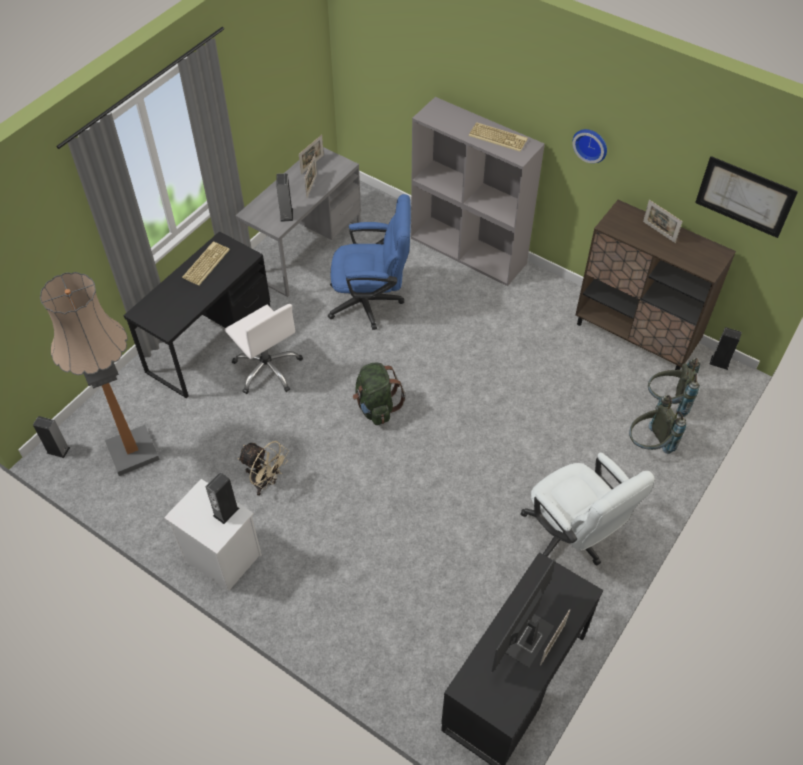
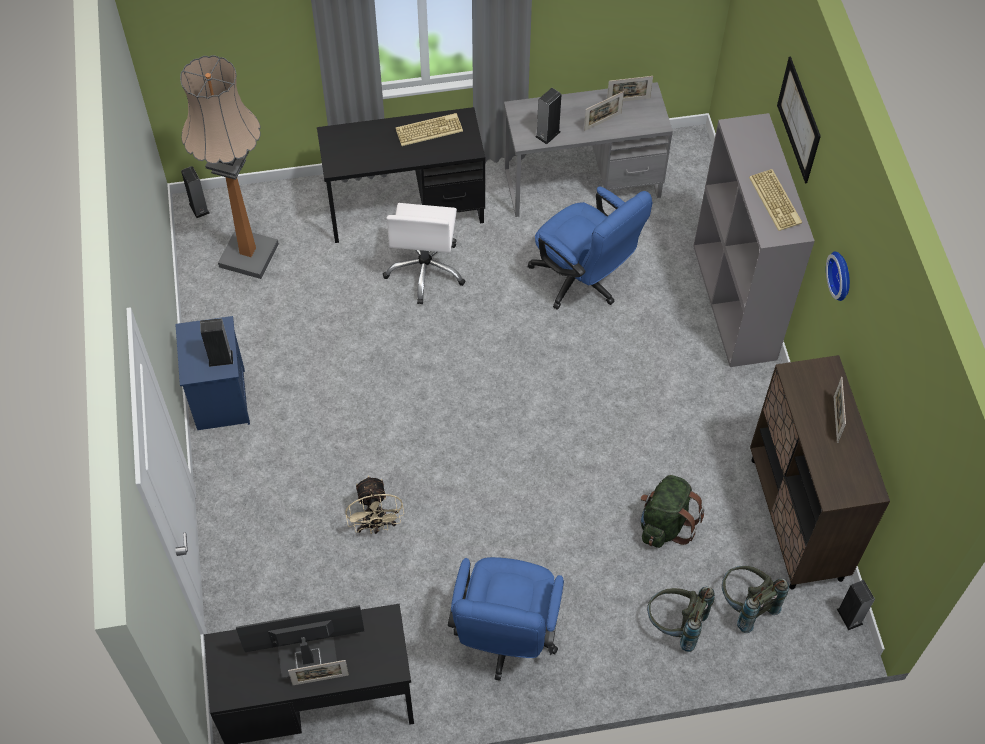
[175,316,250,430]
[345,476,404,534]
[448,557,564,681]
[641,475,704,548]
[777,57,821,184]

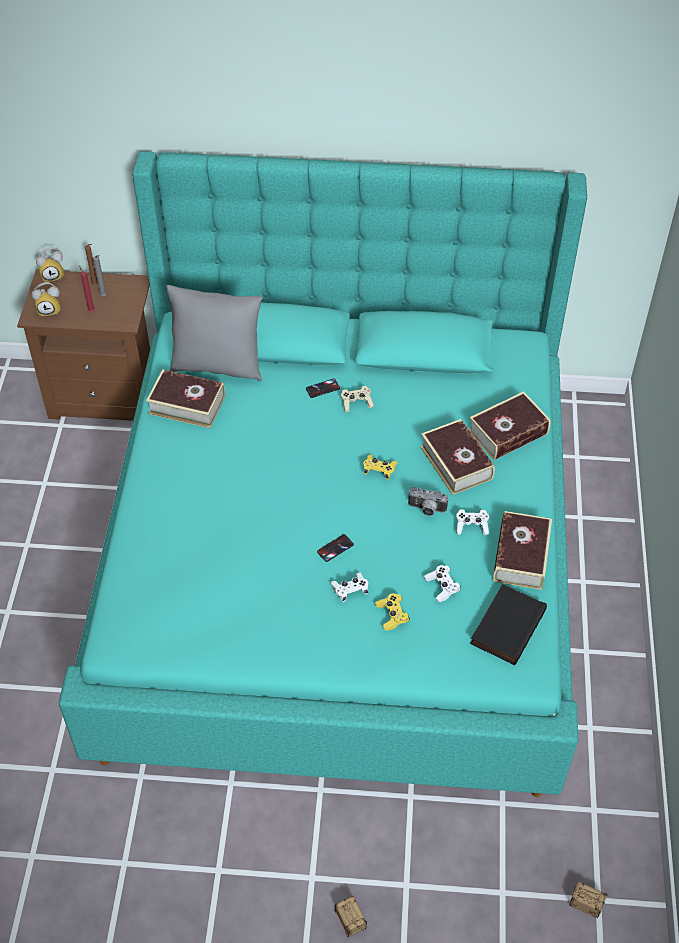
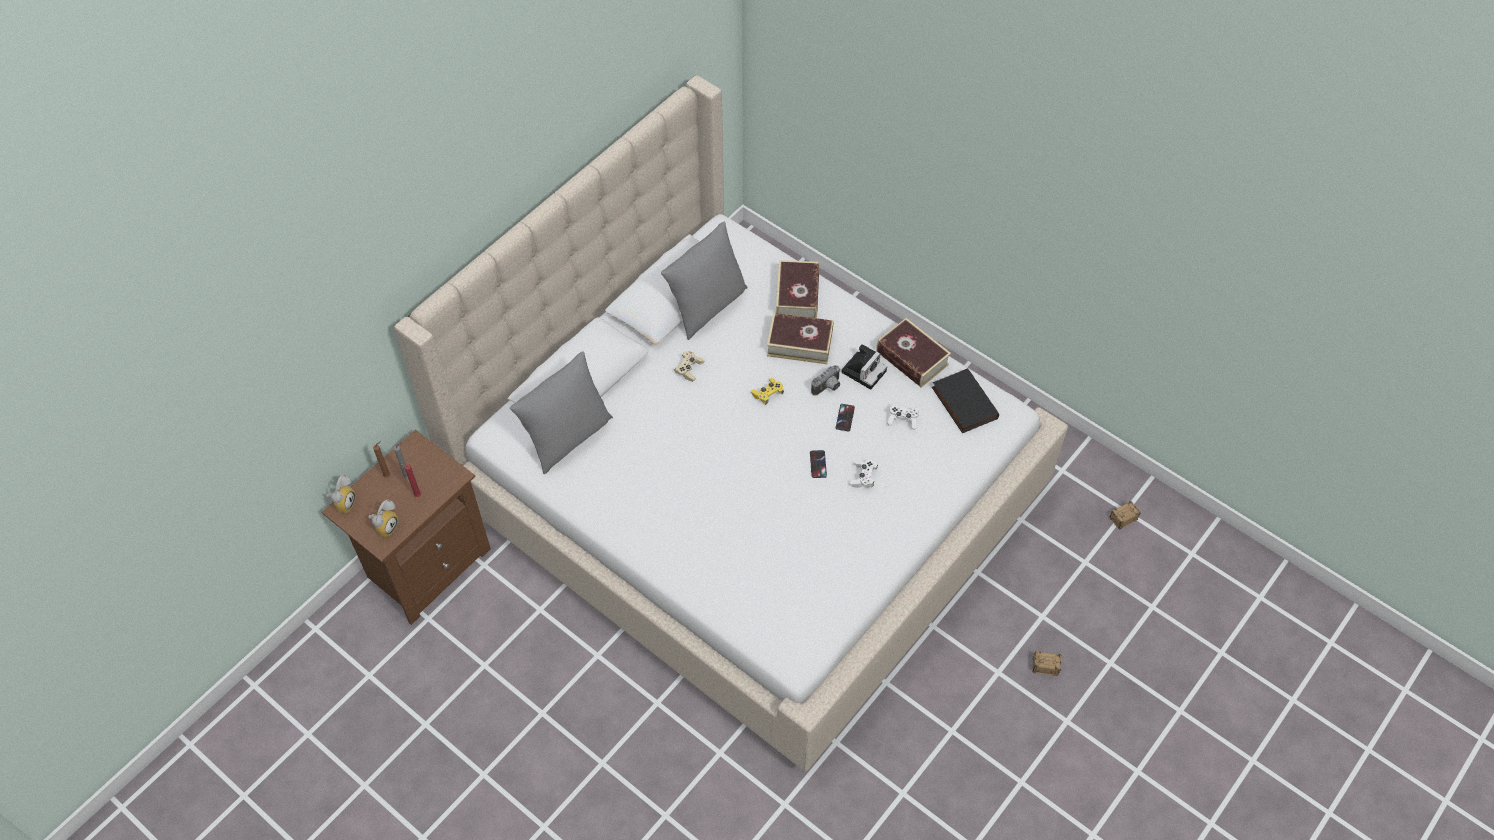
[394,75,1068,771]
[661,222,748,340]
[836,404,855,431]
[841,344,887,390]
[146,369,225,428] (first image)
[375,593,410,631] (first image)

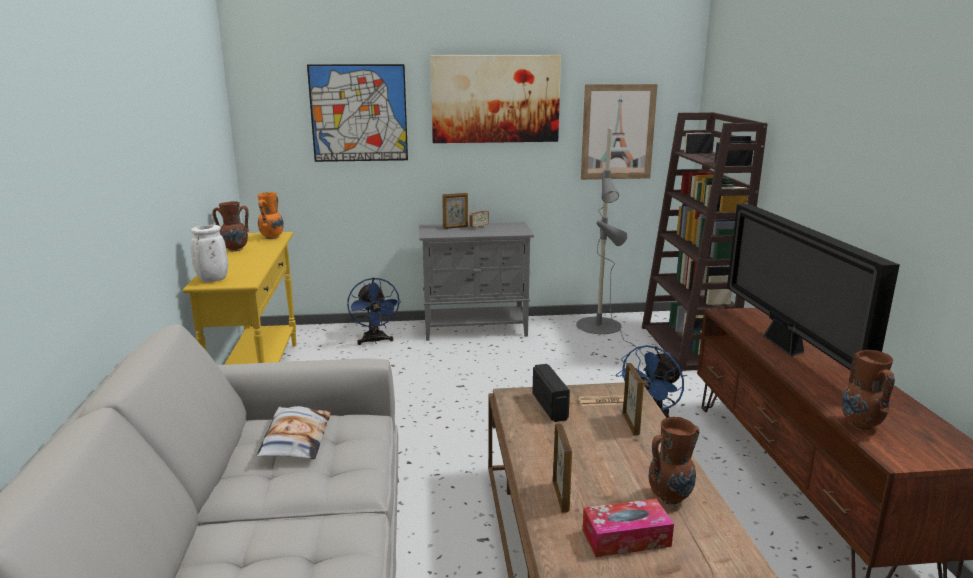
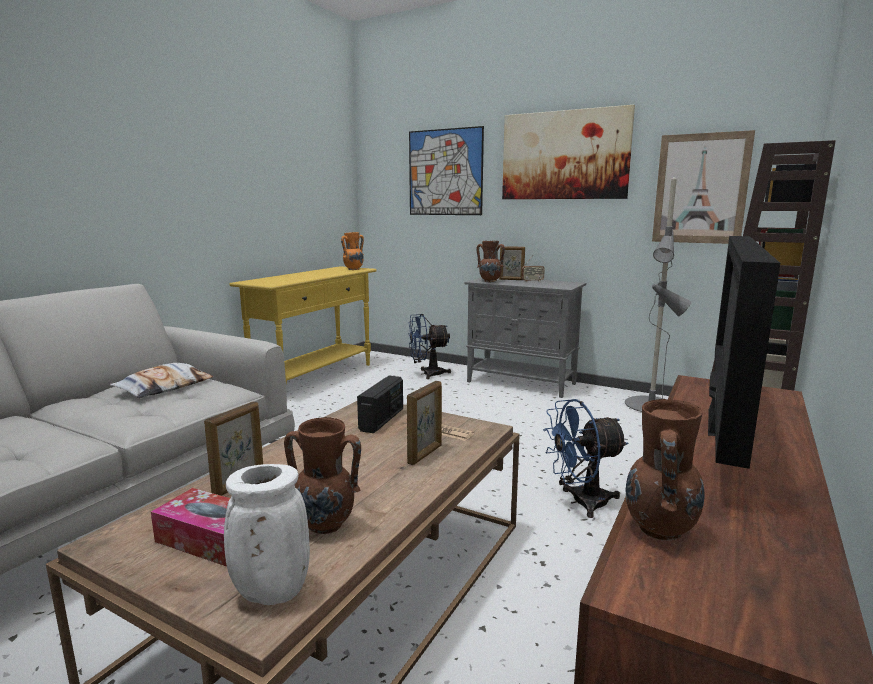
[224,464,310,605]
[408,314,451,379]
[477,241,505,282]

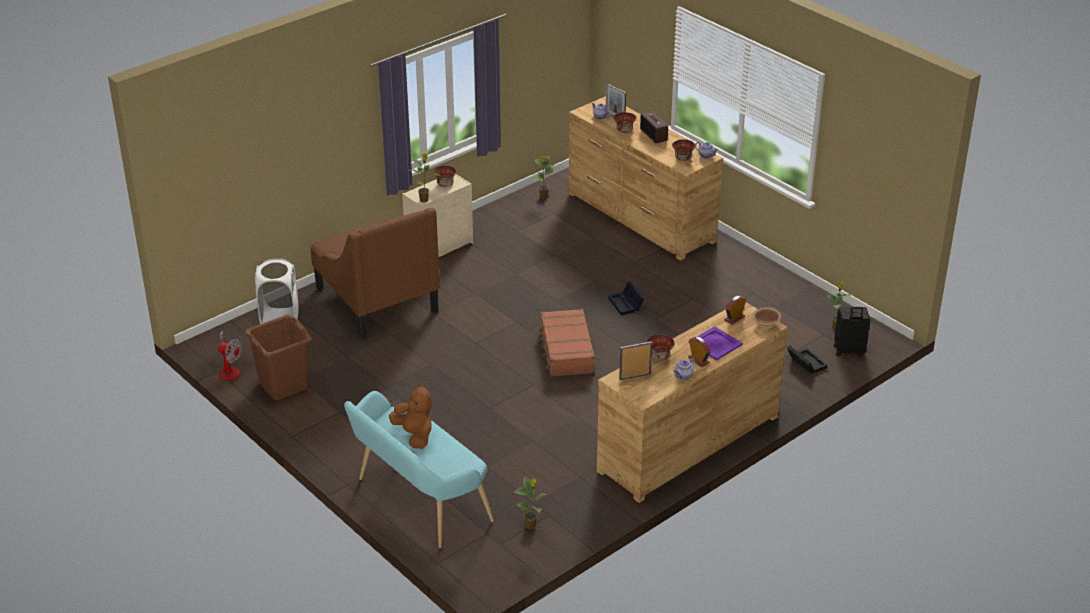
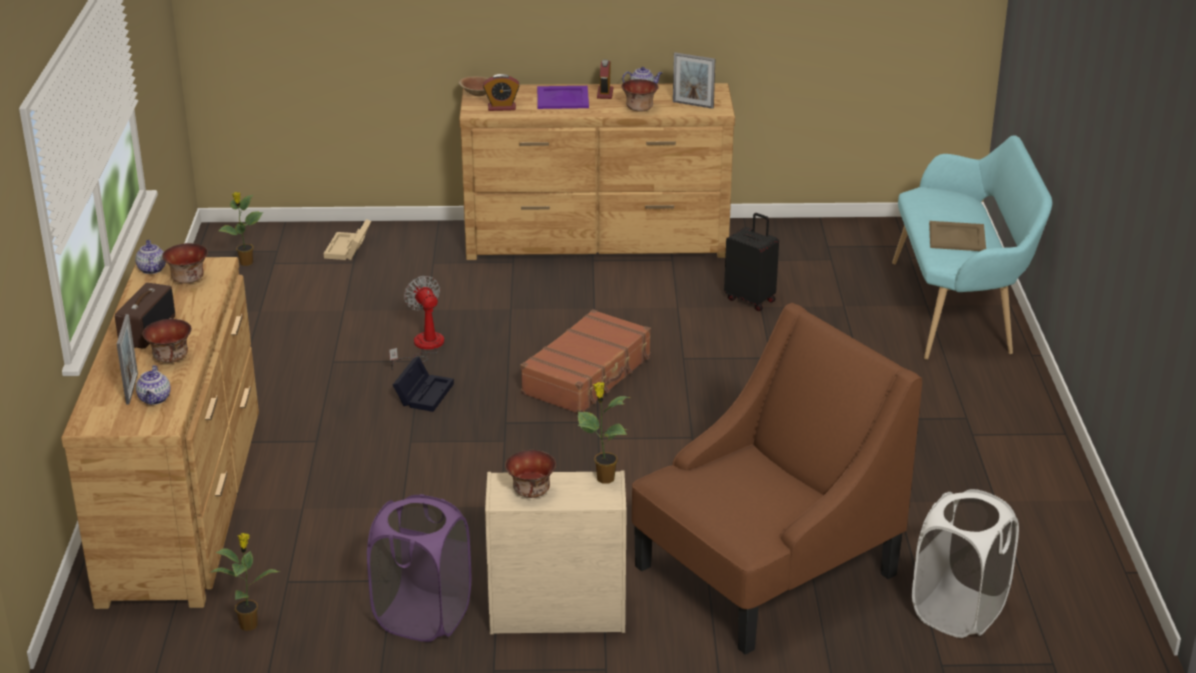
[324,219,371,260]
[367,494,471,642]
[389,276,444,370]
[632,303,922,655]
[724,213,779,311]
[929,221,986,251]
[244,315,312,400] (first image)
[514,477,547,529] (first image)

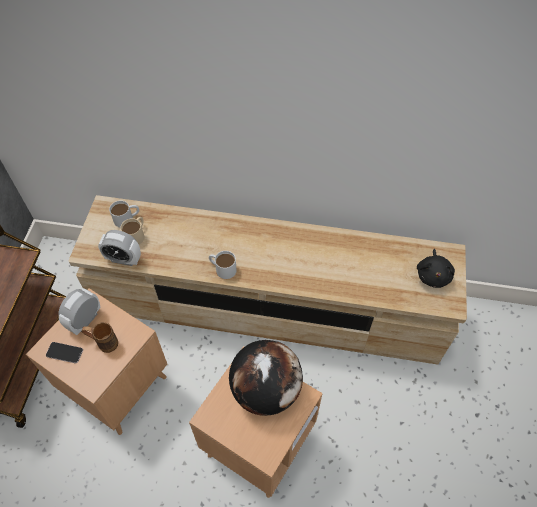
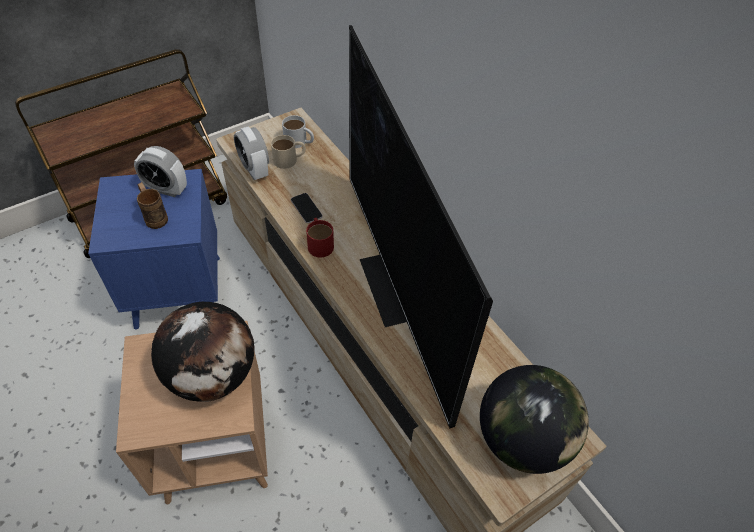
[88,169,220,330]
[134,146,187,197]
[291,193,323,223]
[306,218,334,257]
[349,25,493,428]
[480,365,589,474]

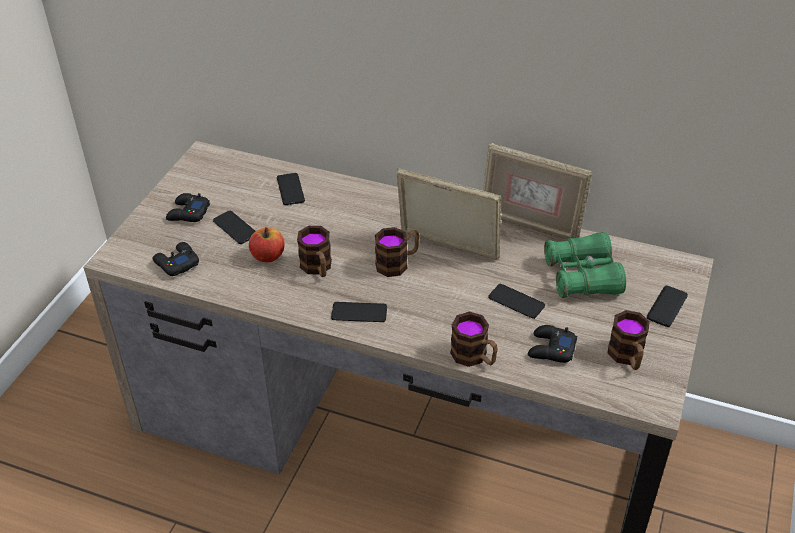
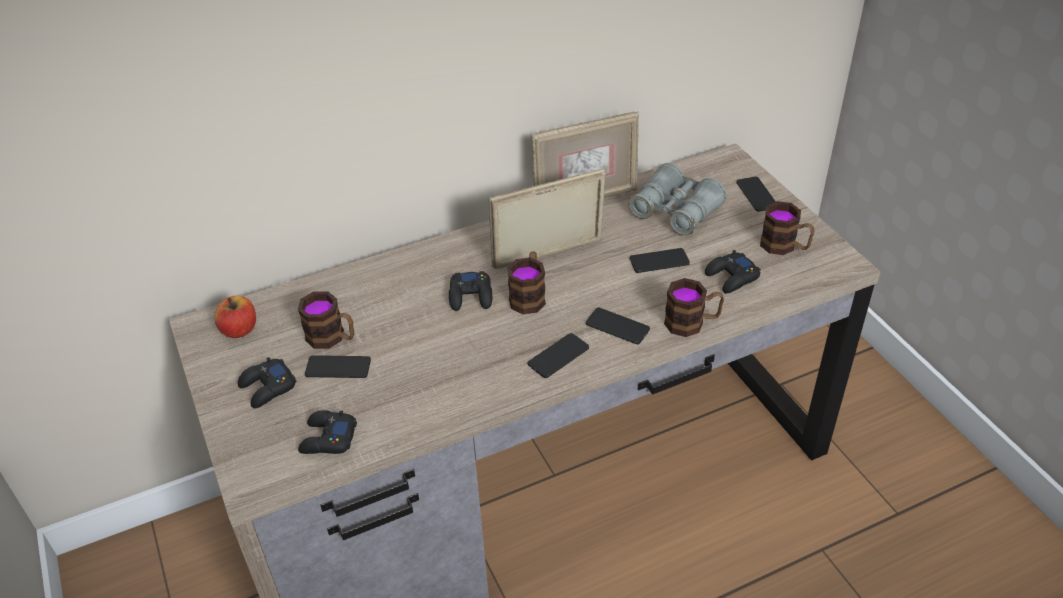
[214,295,256,338]
[298,292,354,349]
[449,271,492,311]
[586,308,650,344]
[628,163,726,236]

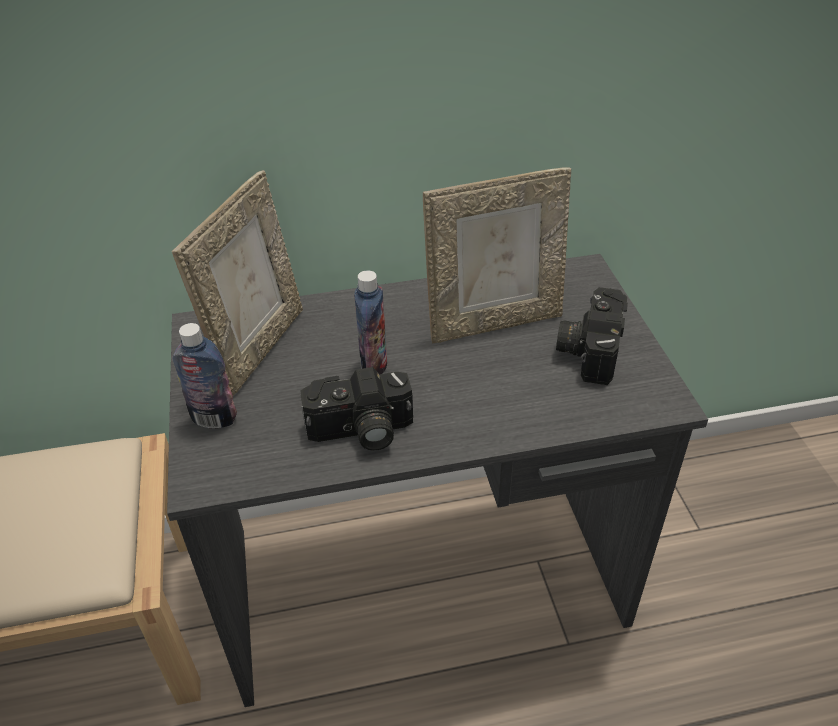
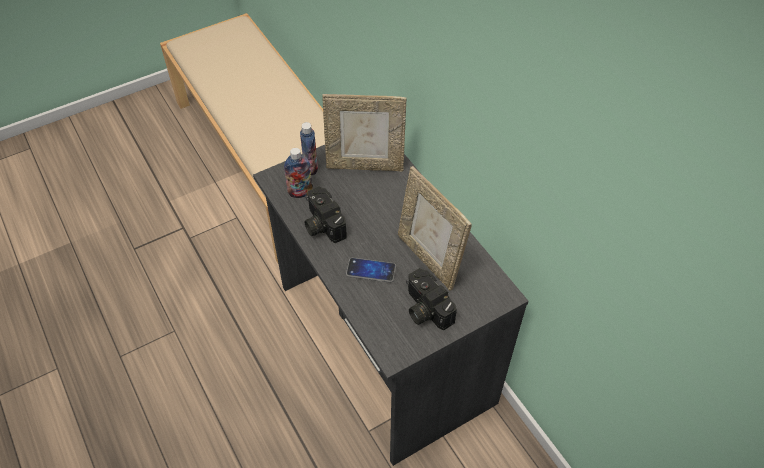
[284,148,313,198]
[346,258,396,283]
[406,268,457,331]

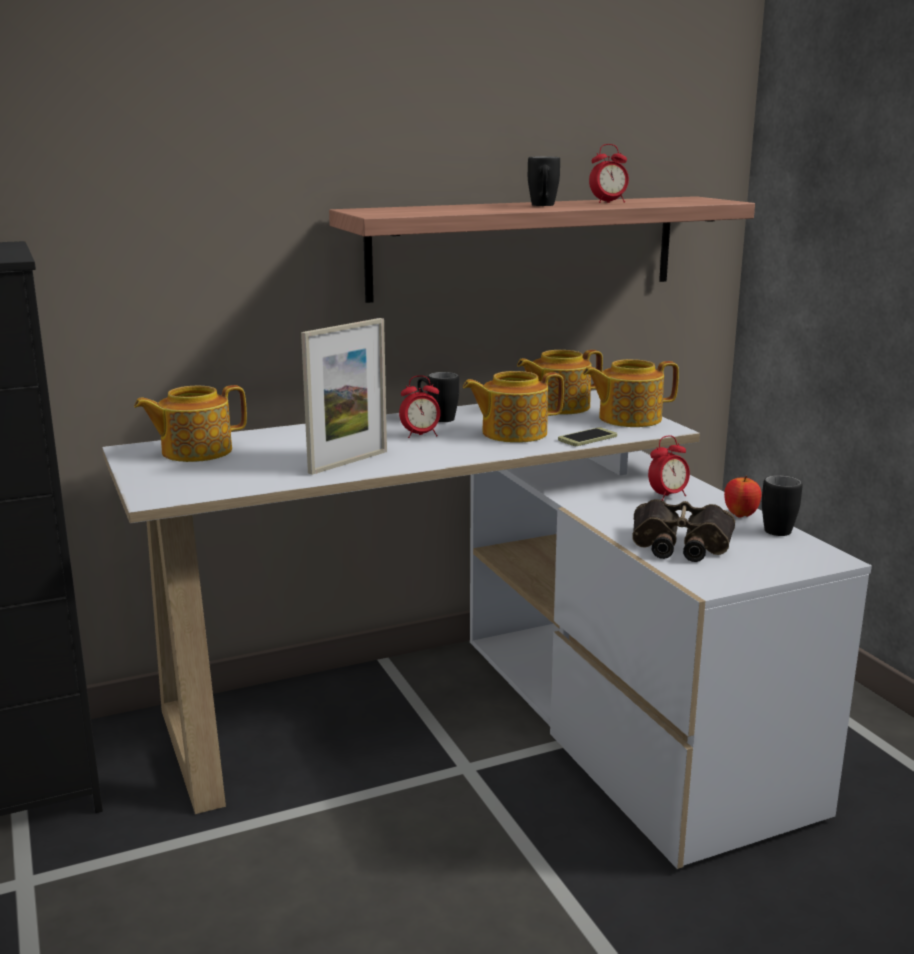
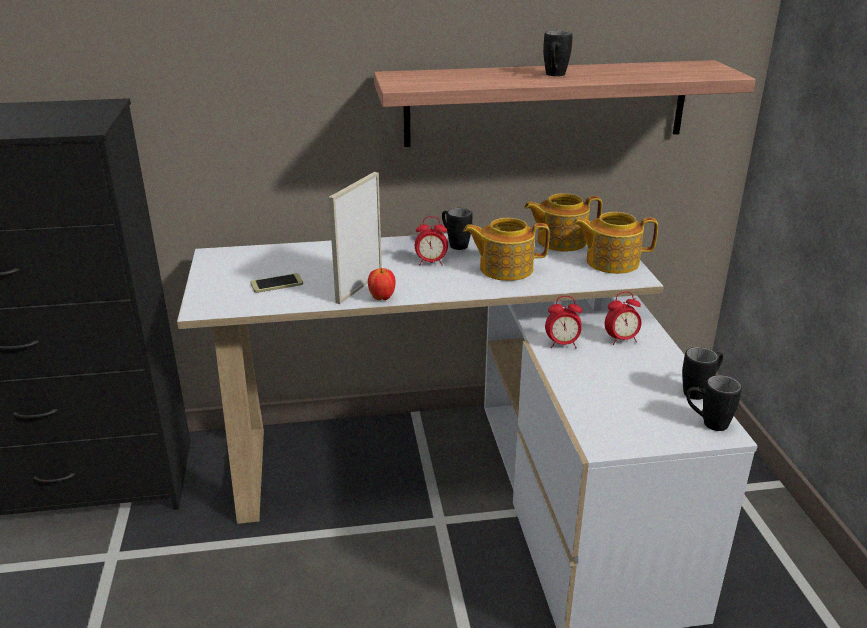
[251,273,303,293]
[329,172,382,304]
[368,268,396,300]
[545,296,582,348]
[686,375,742,431]
[134,385,247,462] (first image)
[632,499,735,562] (first image)

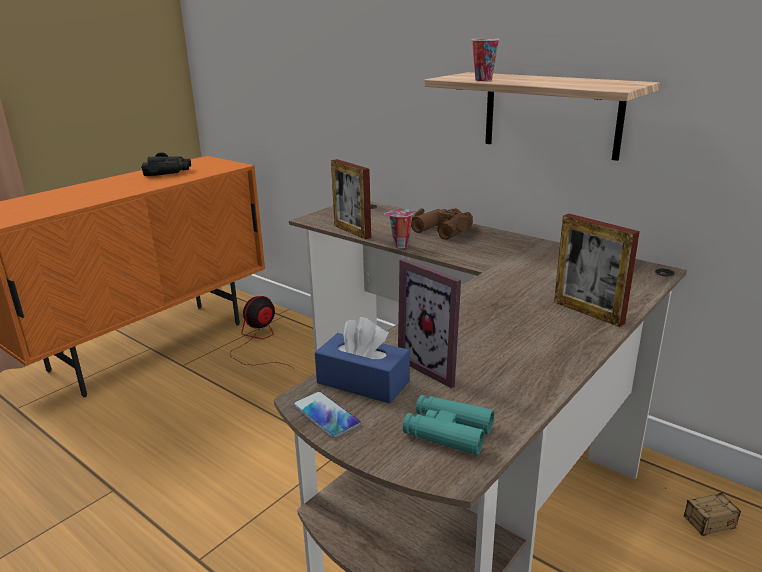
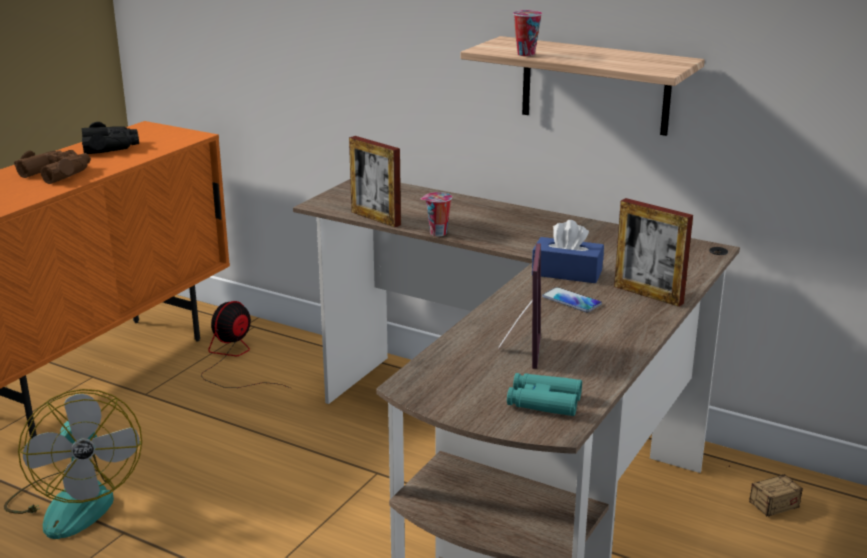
[4,389,142,539]
[14,150,91,184]
[498,243,541,369]
[532,220,604,283]
[542,287,602,312]

